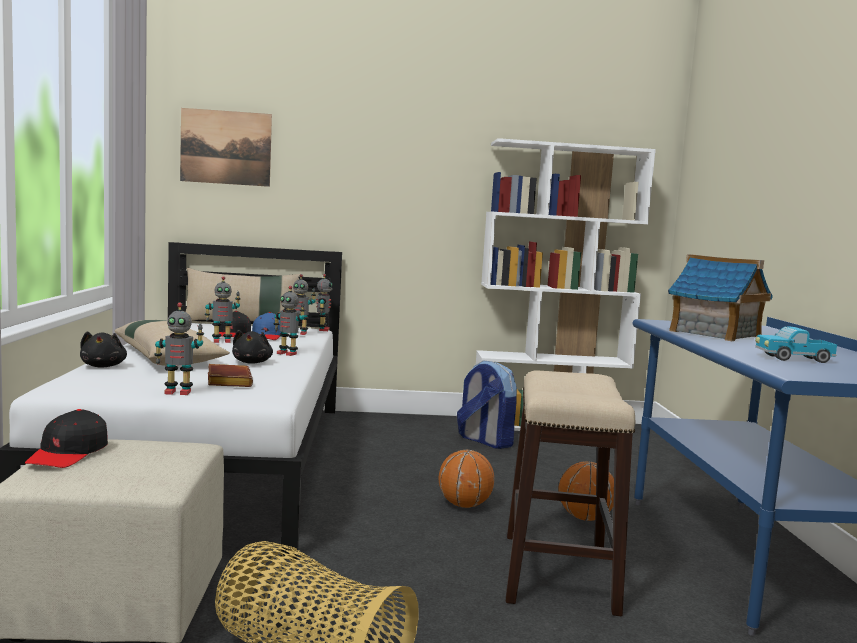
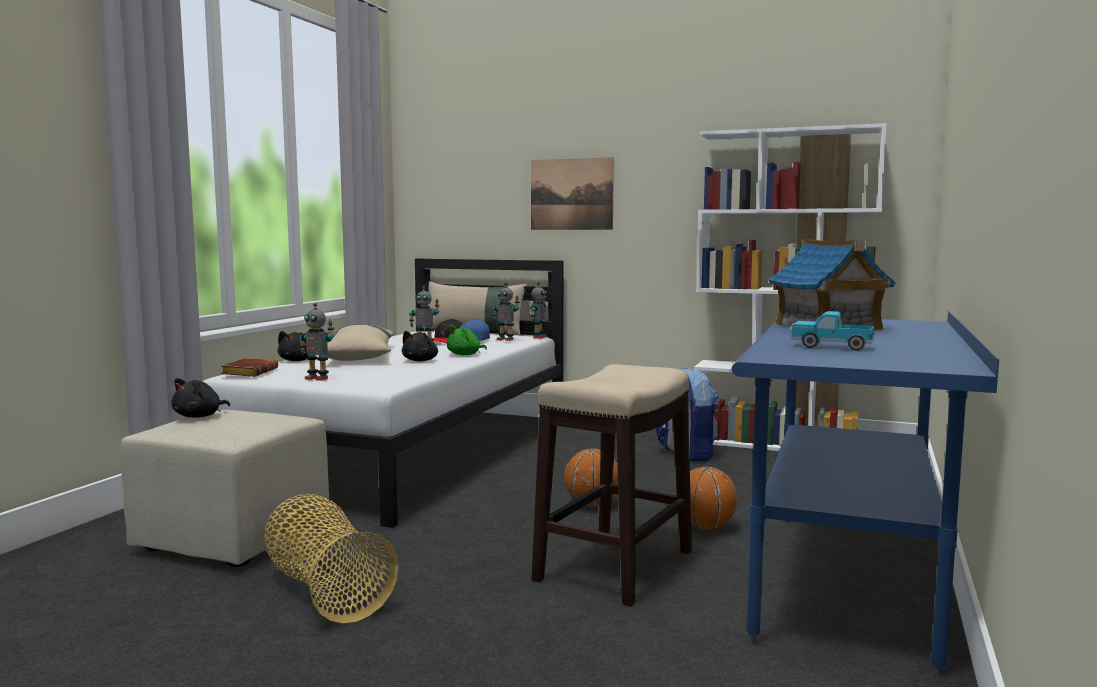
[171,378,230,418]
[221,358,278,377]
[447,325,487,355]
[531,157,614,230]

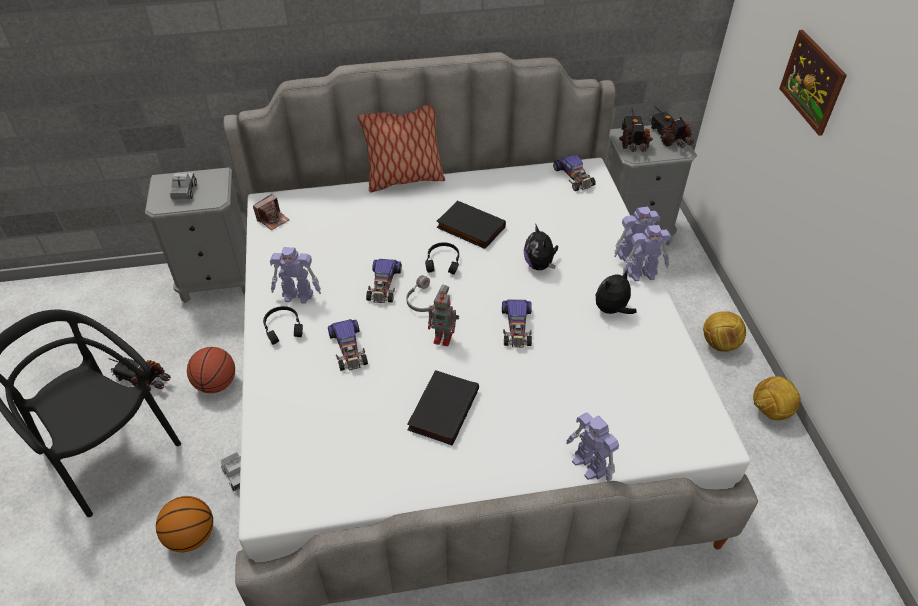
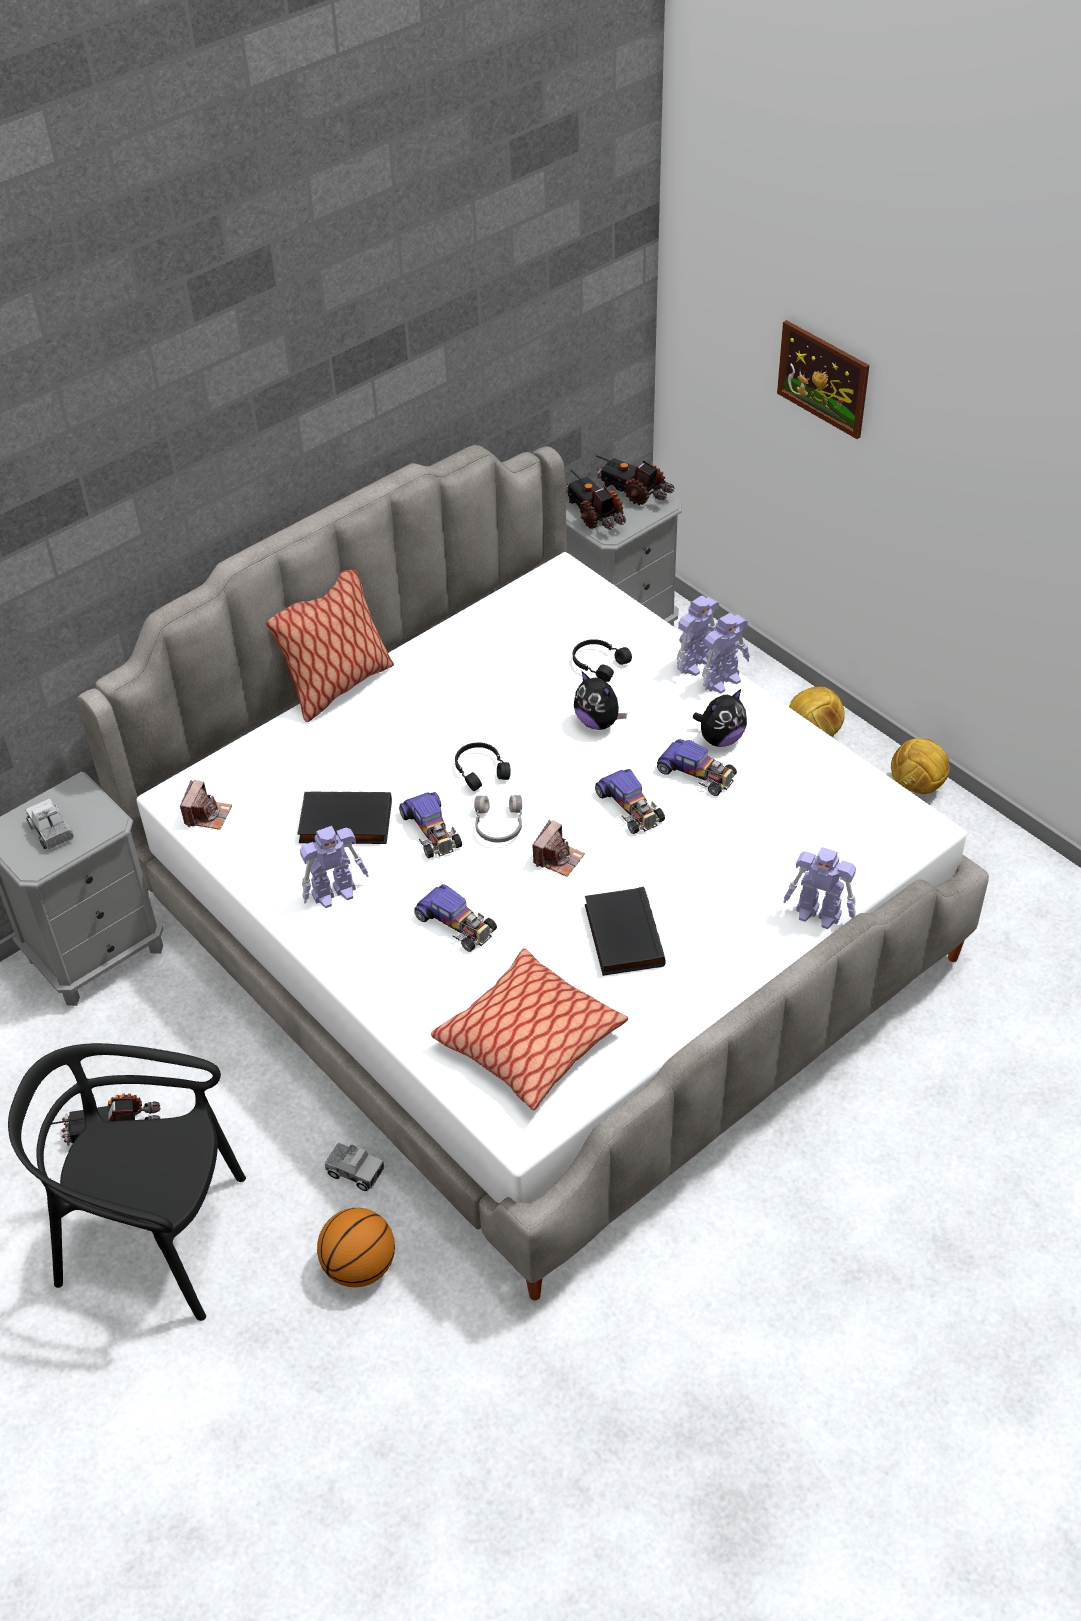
[297,792,392,844]
[431,948,628,1110]
[532,820,585,877]
[573,639,632,682]
[657,739,737,796]
[693,689,747,747]
[187,347,235,393] (first image)

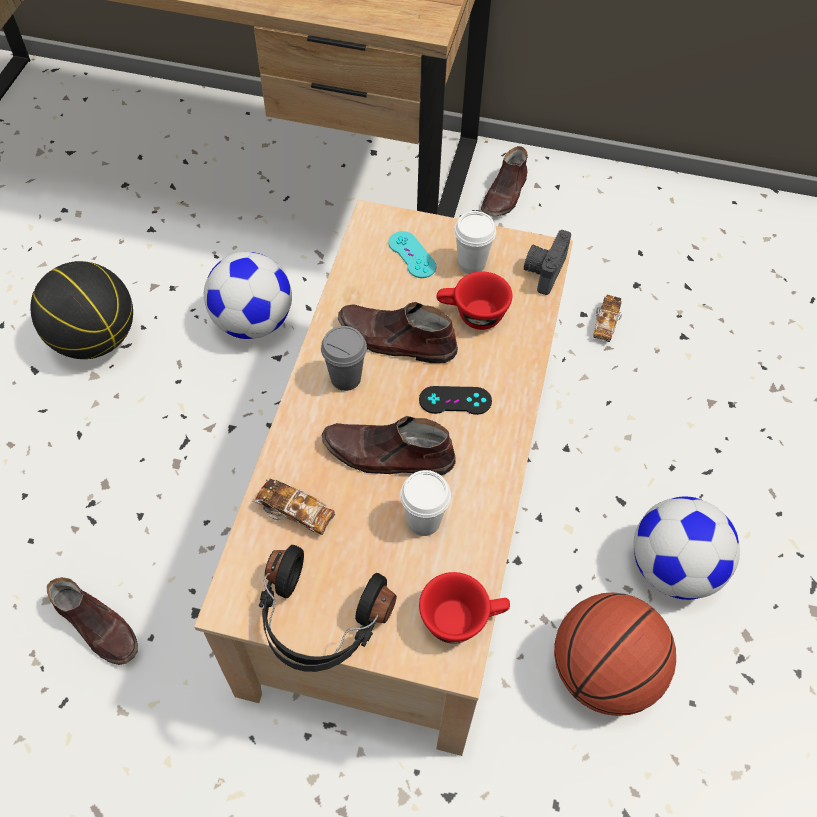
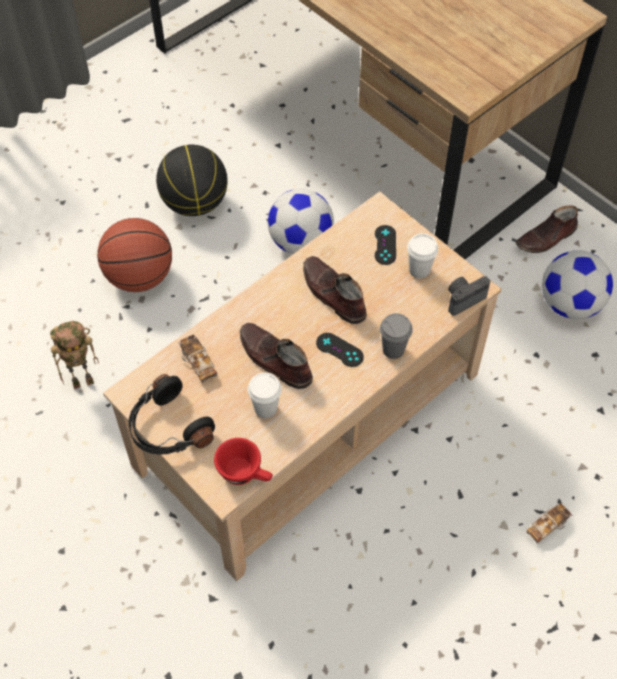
[50,321,99,389]
[97,218,172,292]
[375,225,396,265]
[380,313,413,359]
[526,503,573,543]
[542,250,613,319]
[436,272,512,330] (first image)

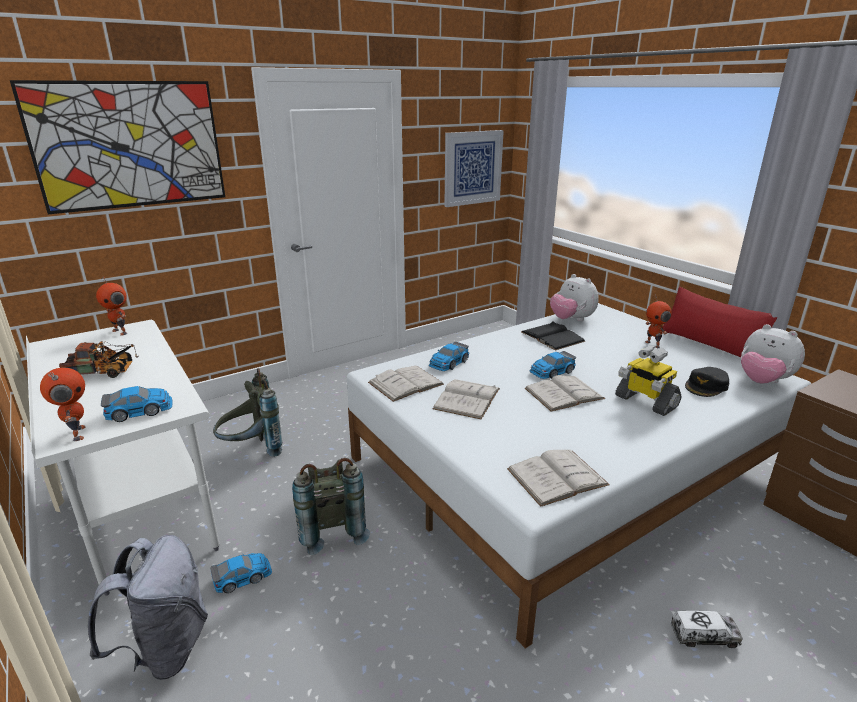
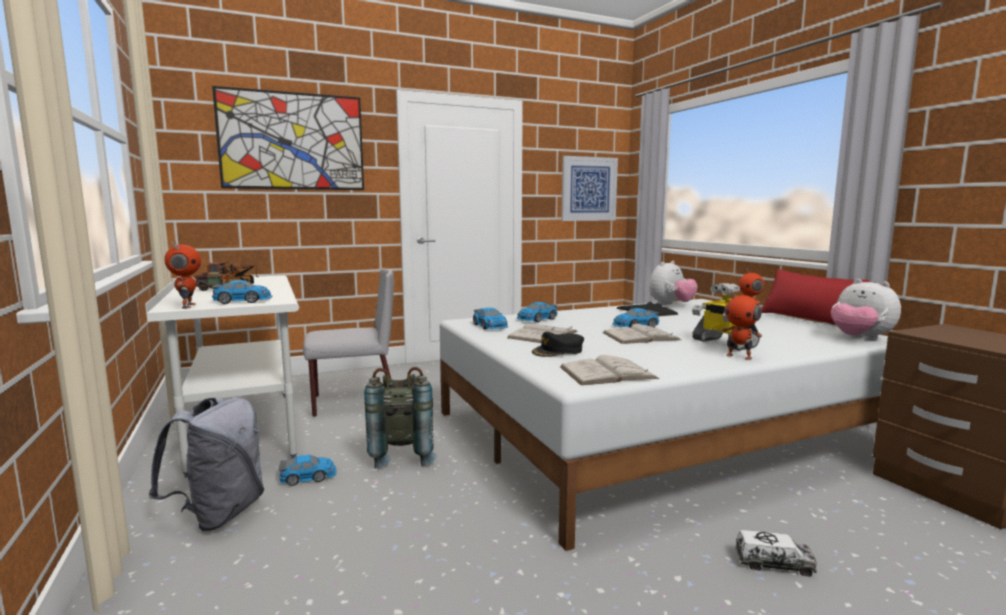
[303,268,394,417]
[473,308,508,329]
[532,332,584,357]
[649,261,698,305]
[722,288,762,360]

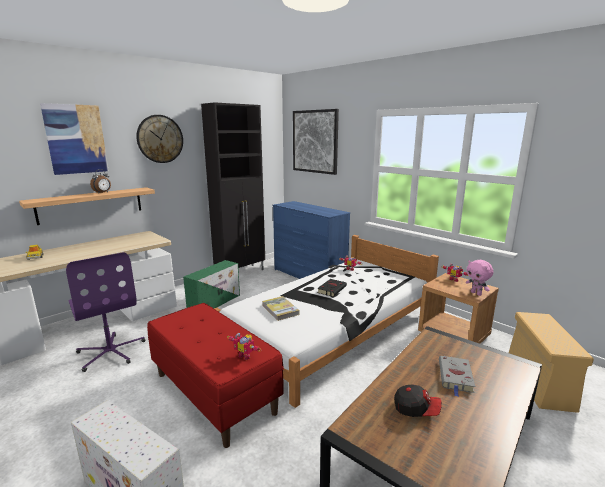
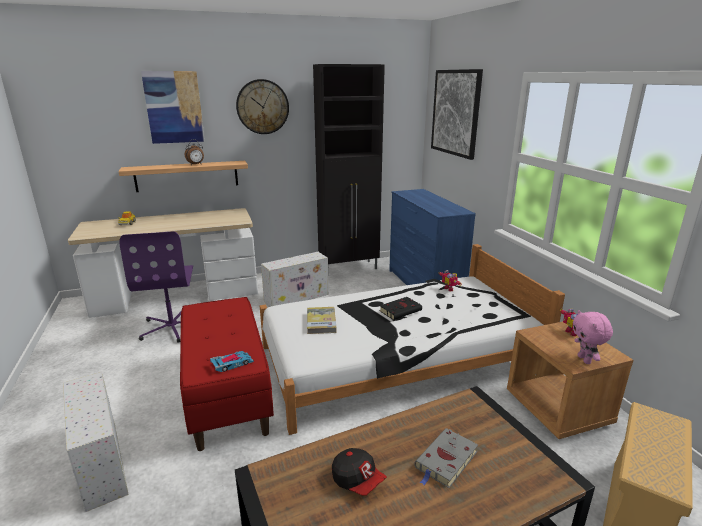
[210,351,254,372]
[261,252,329,307]

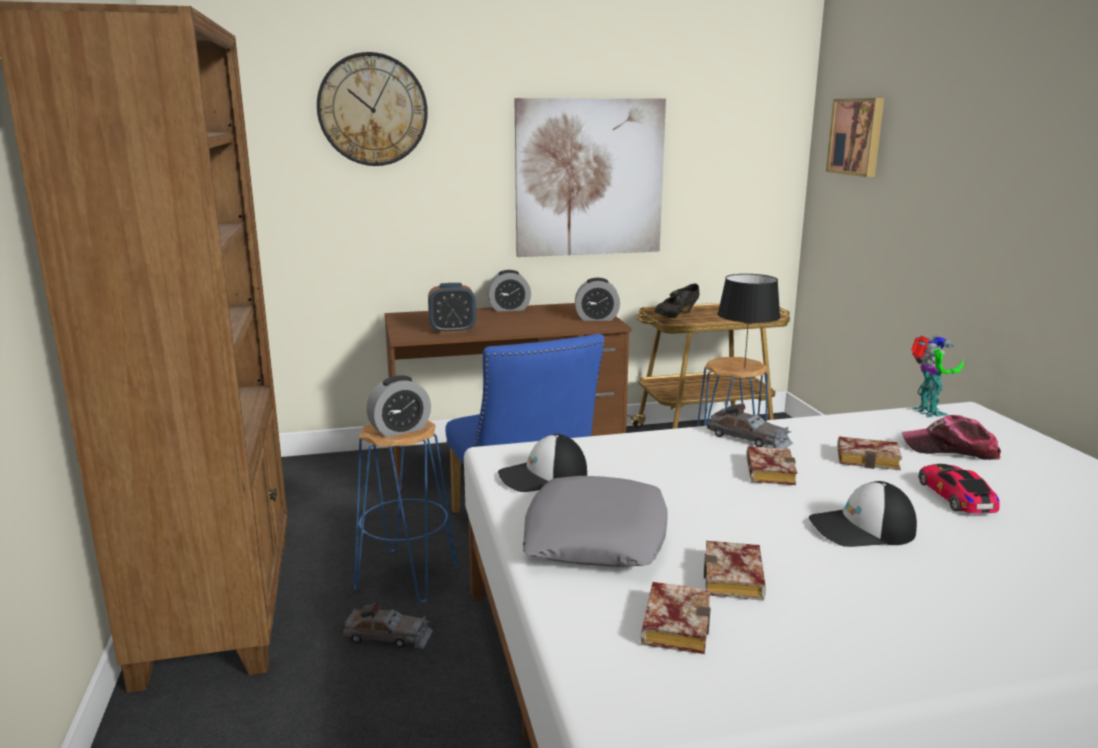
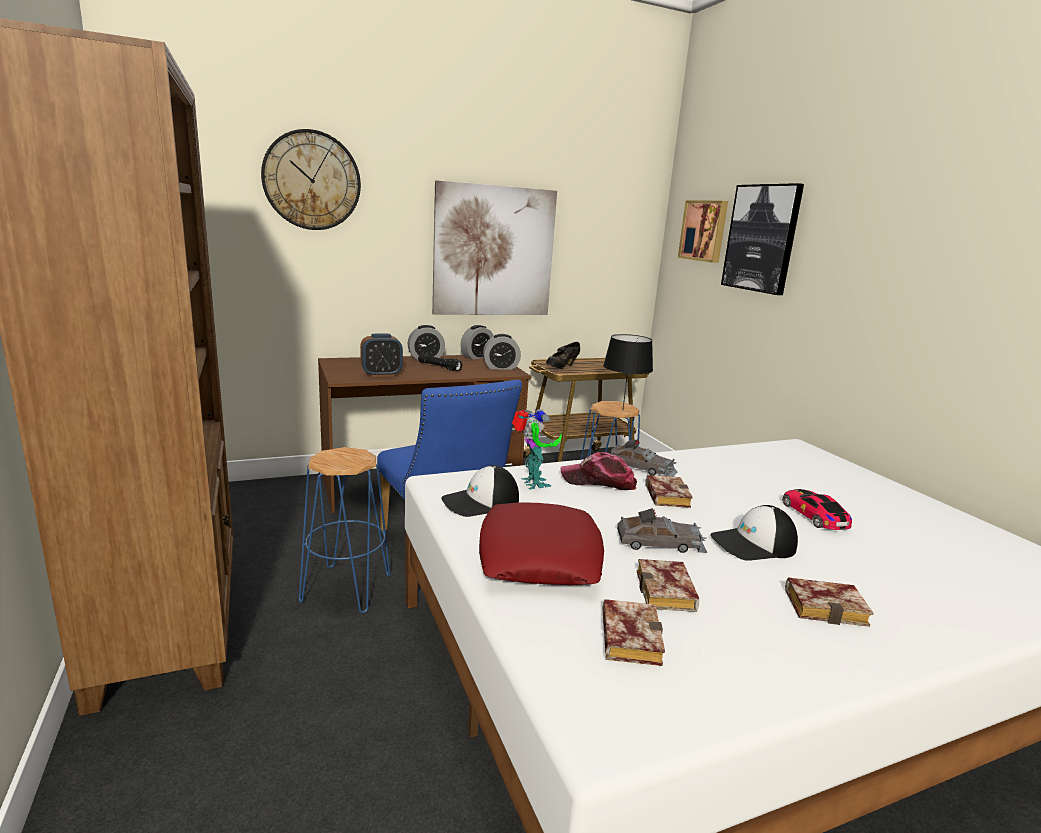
[418,354,463,371]
[460,325,494,359]
[479,502,604,585]
[512,409,562,490]
[560,452,637,490]
[617,508,707,553]
[721,183,804,295]
[785,577,873,627]

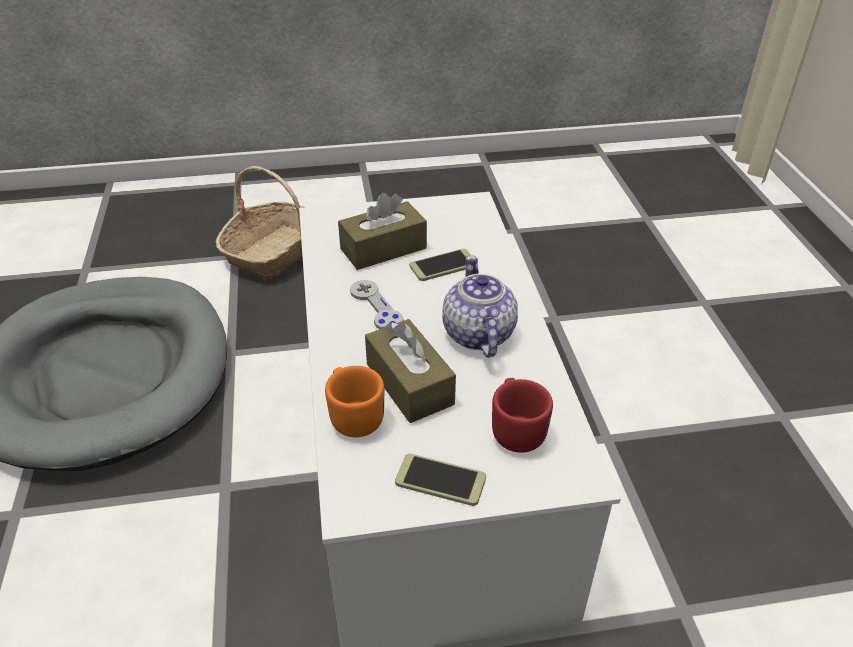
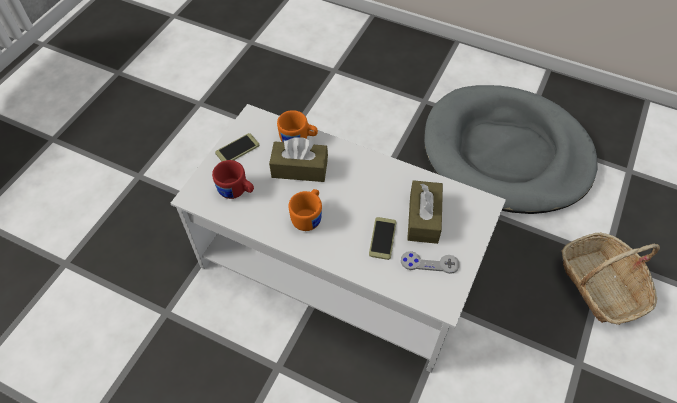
[288,189,322,231]
[401,251,460,274]

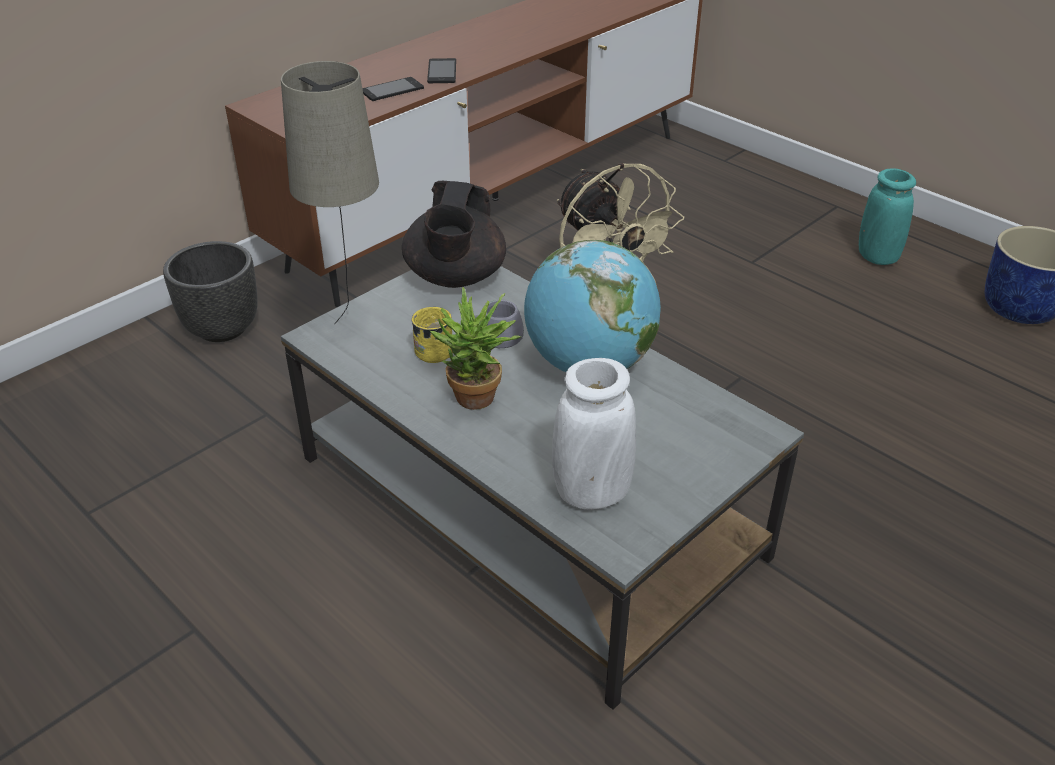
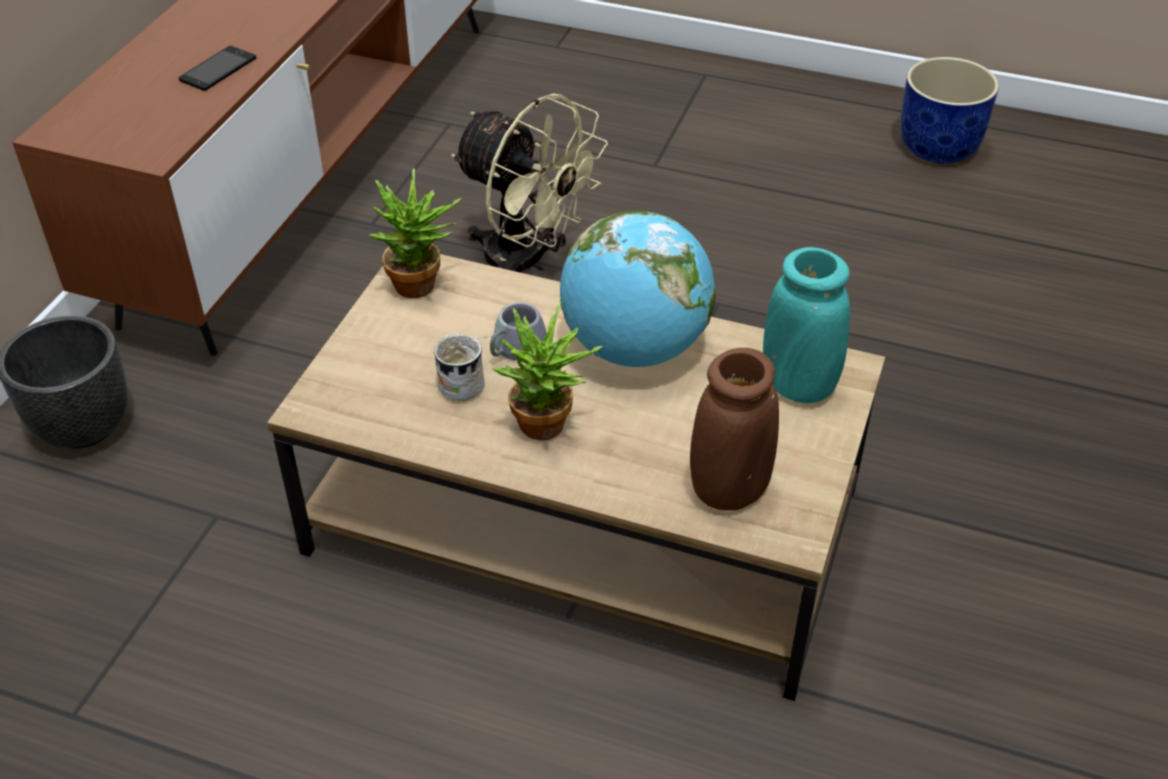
[267,254,885,701]
[369,168,462,298]
[434,334,485,401]
[690,348,779,511]
[763,247,850,403]
[281,61,379,325] (first image)
[427,58,456,83] (first image)

